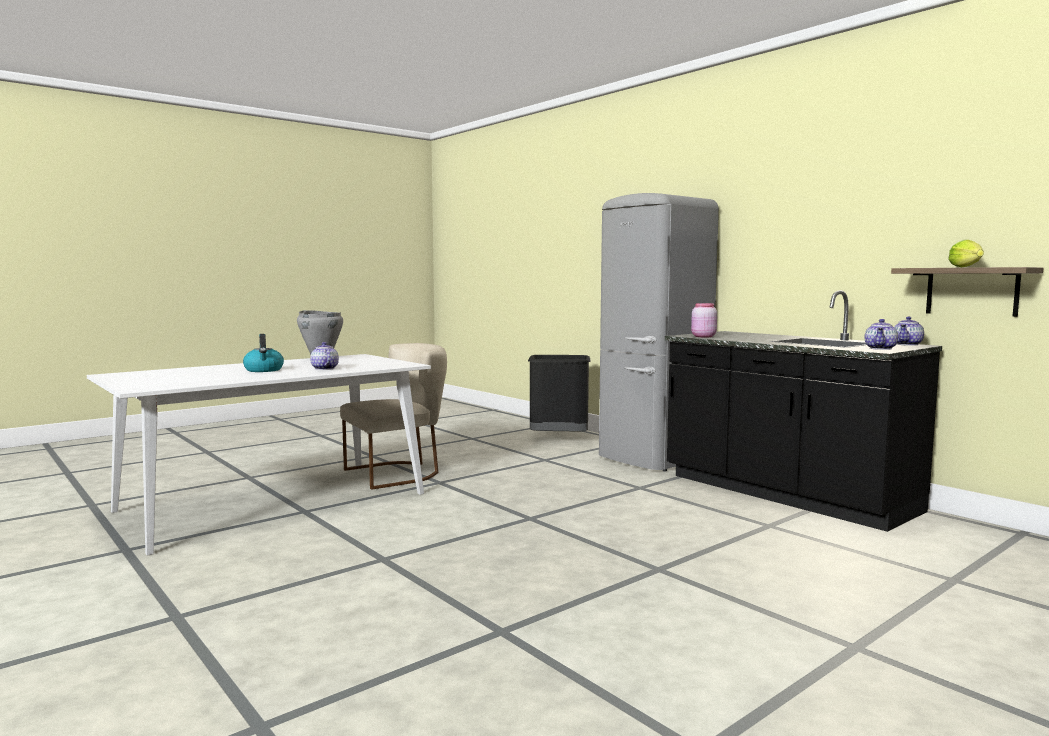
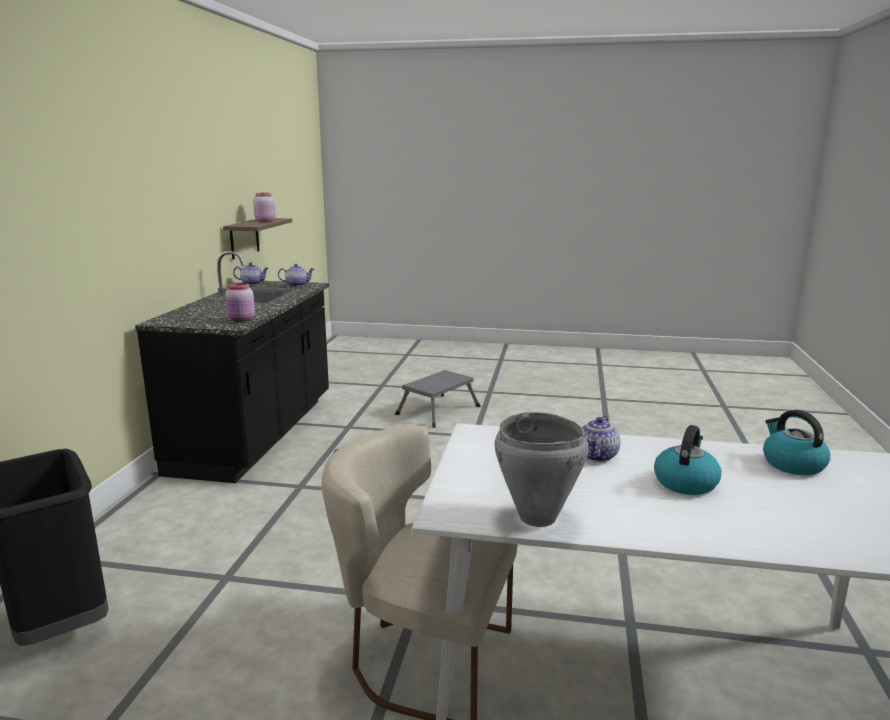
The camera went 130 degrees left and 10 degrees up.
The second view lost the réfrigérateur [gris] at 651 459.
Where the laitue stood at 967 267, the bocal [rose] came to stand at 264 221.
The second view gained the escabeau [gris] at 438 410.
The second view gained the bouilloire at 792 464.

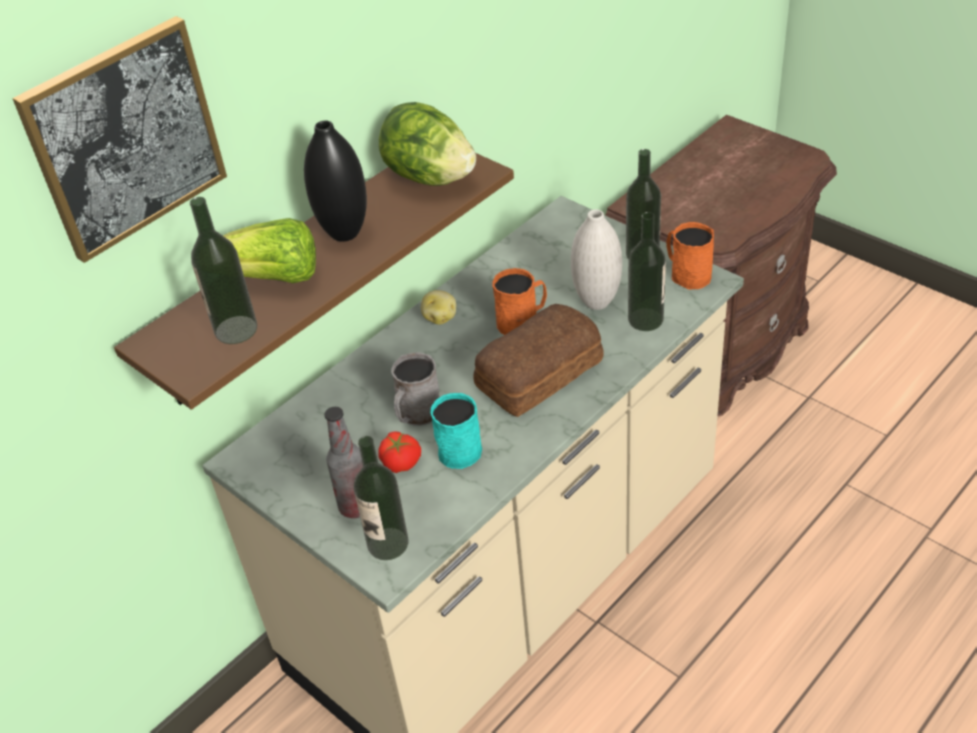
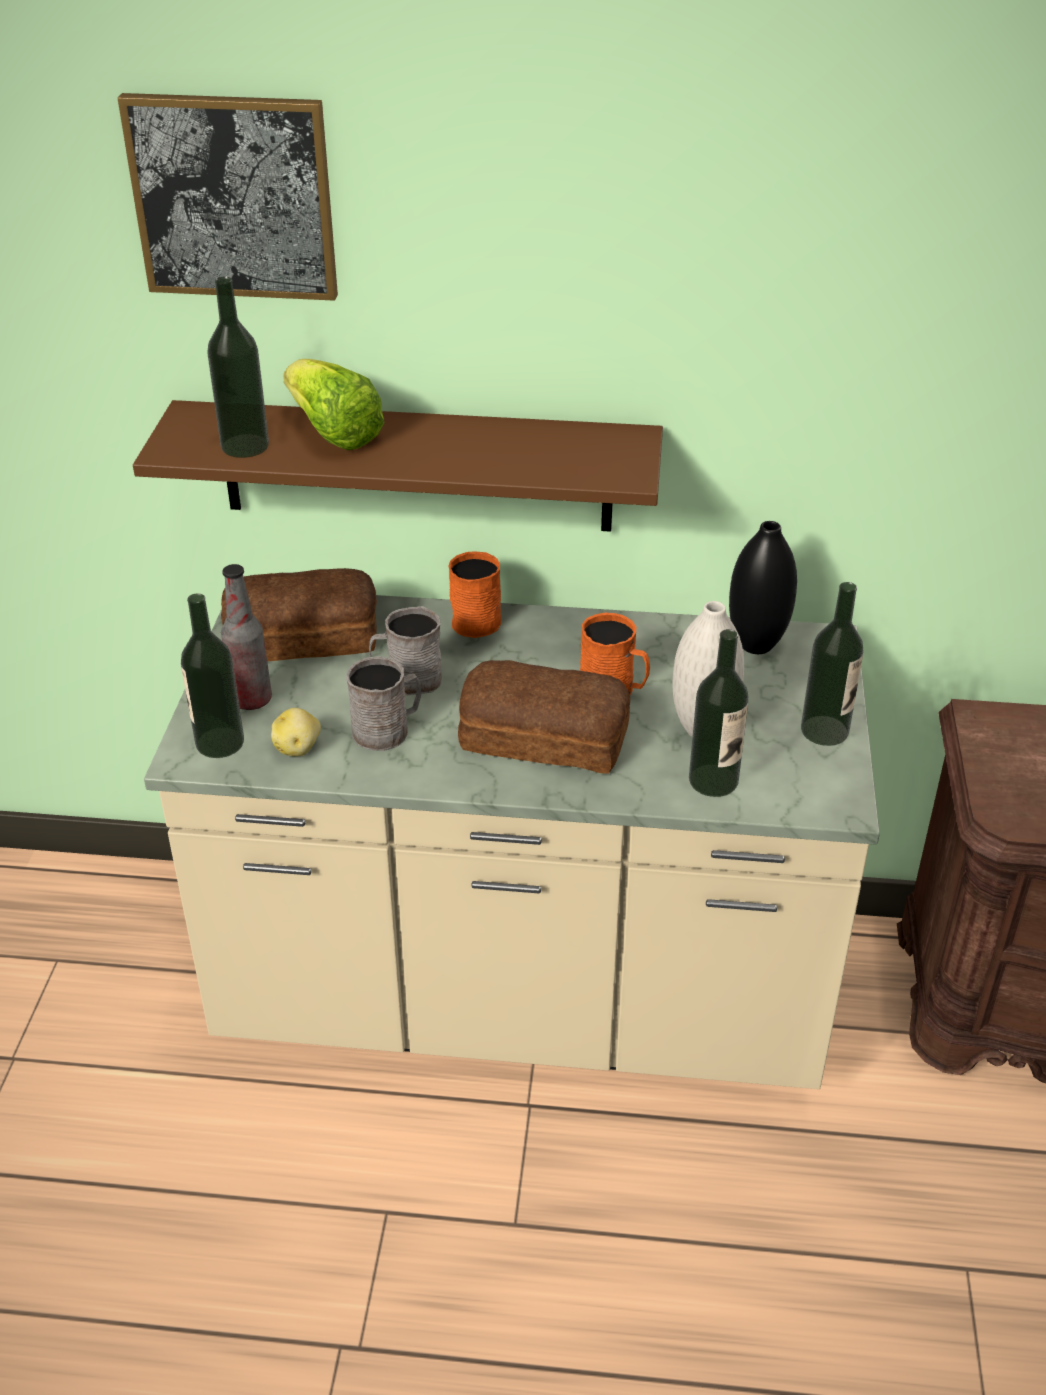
The camera went 50 degrees right and 5 degrees down.
The second view lost the laitue at 430 178.
The vase [noir] ended up elsewhere, having gone from 345 233 to 756 645.
The mug [orange] ended up elsewhere, having gone from 686 274 to 478 618.
The pomme de terre ended up elsewhere, having gone from 440 318 to 298 748.
What was the mug [turquoise] at 460 446 turned into the mug [gris] at 388 730.
The second view lost the tomate at 401 461.
The second view gained the pain at 305 638.

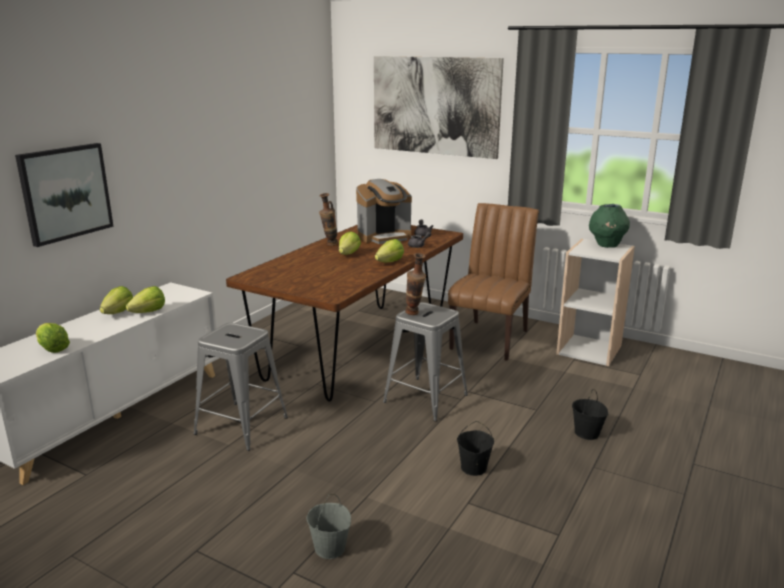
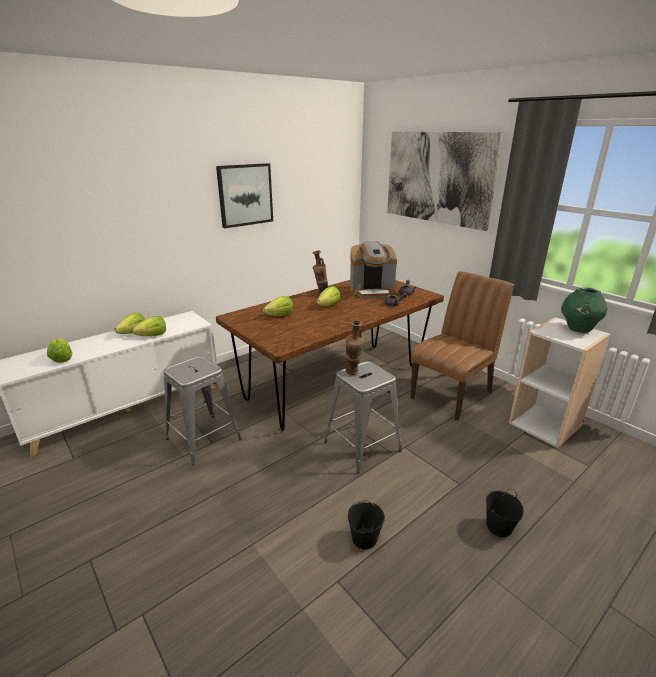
The camera went 20 degrees right and 5 degrees up.
The tableau ended up elsewhere, having gone from 65 193 to 245 195.
The laitue ended up elsewhere, having gone from 389 262 to 280 315.
The second view lost the seau [gris] at 330 548.

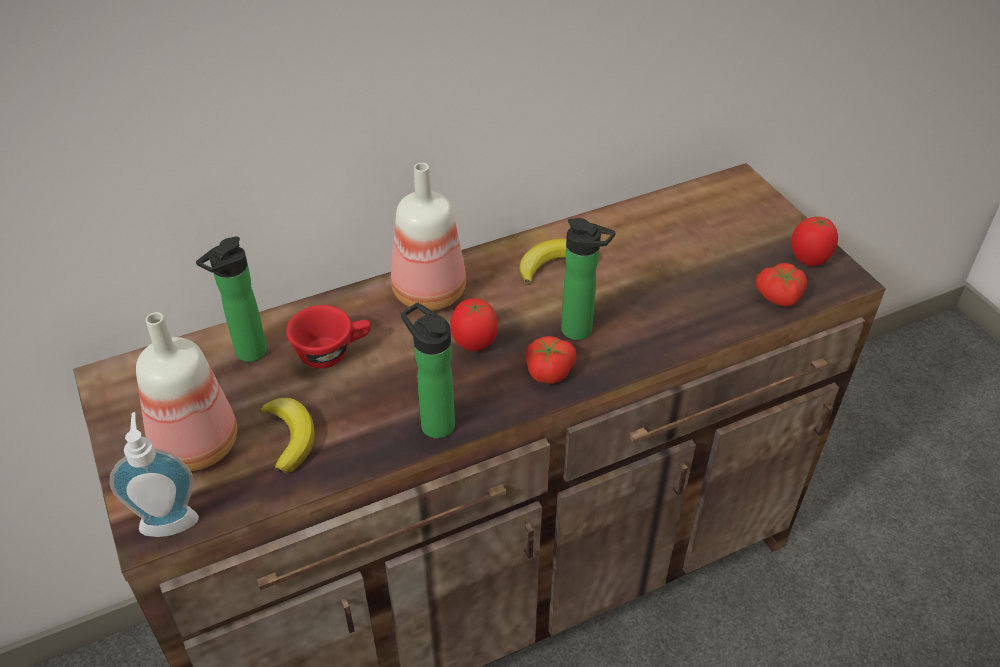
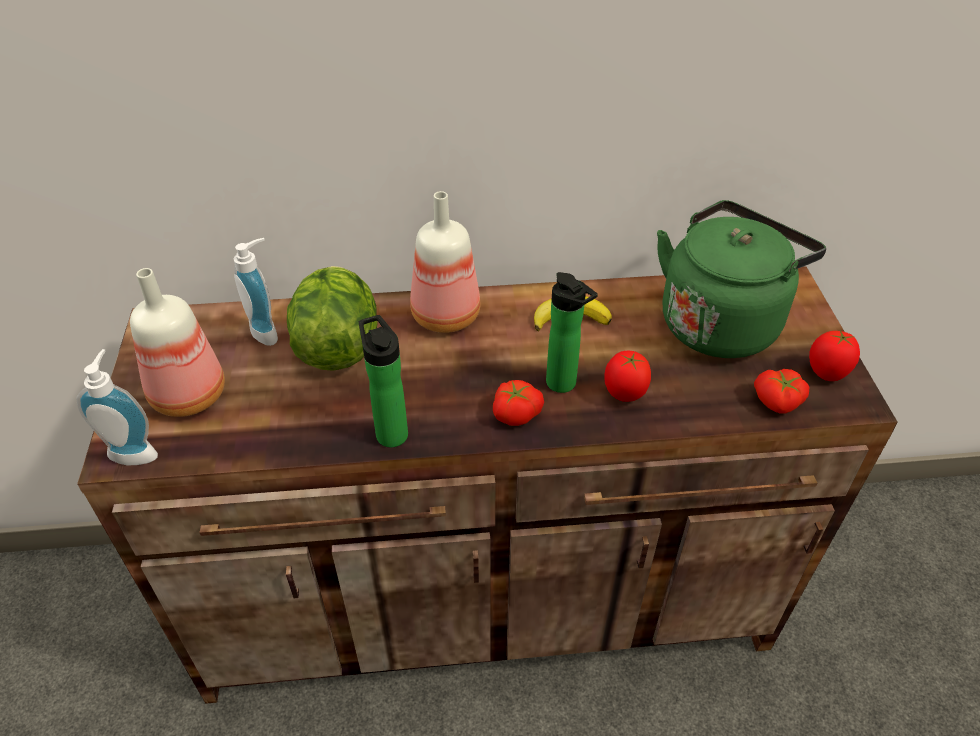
The camera went 20 degrees right and 0 degrees up.
Where the bouteille stood at 247 354, the distributeur de savon came to stand at 268 331.
The tomate ended up elsewhere, having gone from 474 344 to 624 395.
Where the tasse [rouge] stood at 333 352, the laitue came to stand at 338 347.
The second view lost the banane at 289 436.
The second view gained the bouilloire [vert] at 721 322.

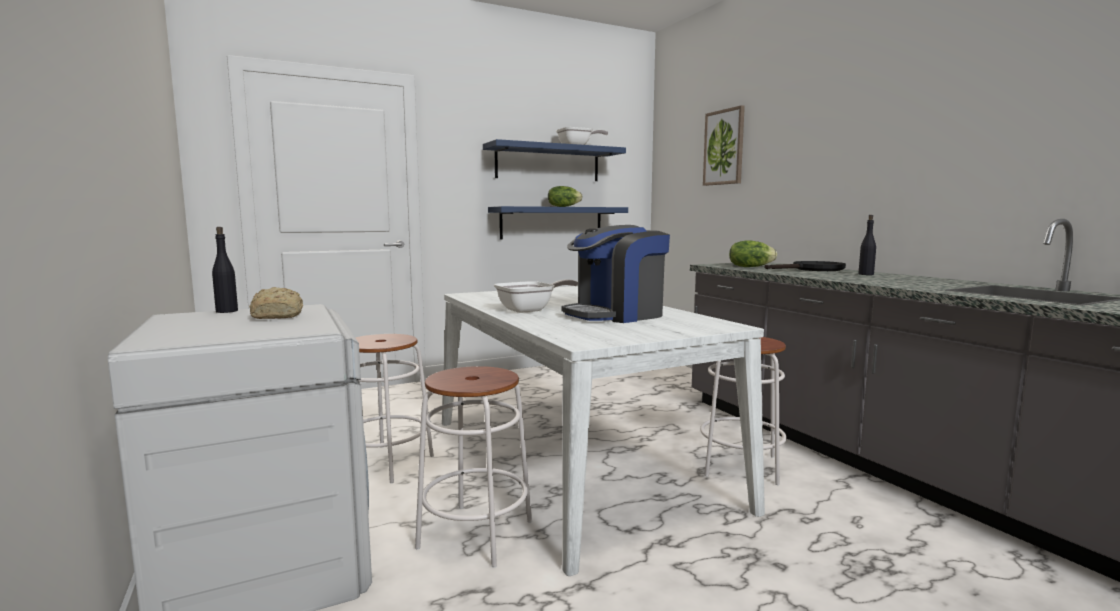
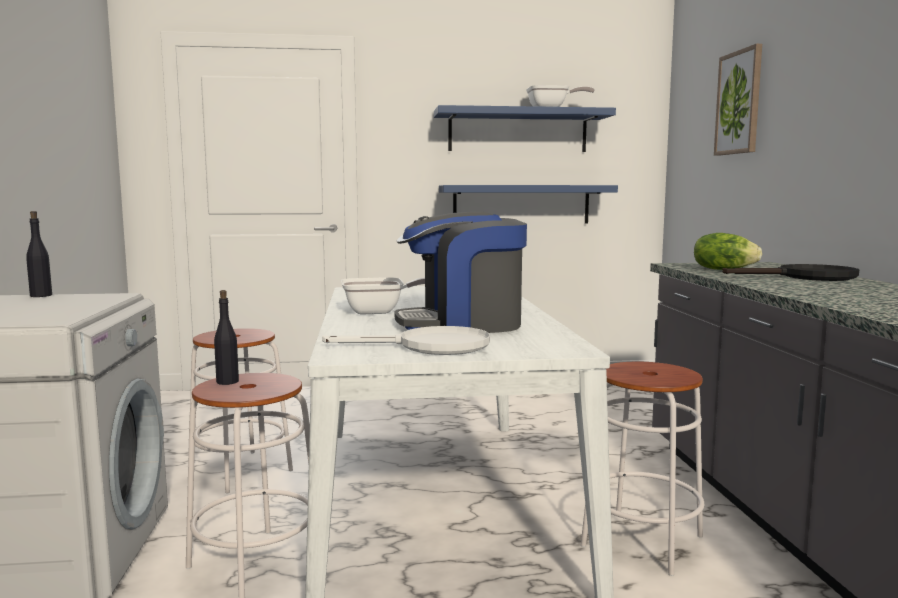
The camera went 20 degrees right and 0 degrees up.
The second view lost the laitue at 563 206.
The bouteille [noir] ended up elsewhere, having gone from 866 274 to 228 382.
The second view lost the pain at 278 316.
The second view gained the poêle [blanc] at 430 346.

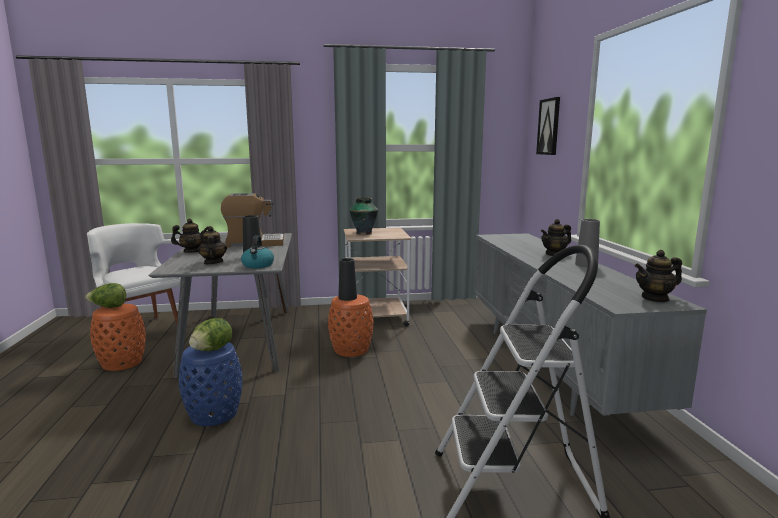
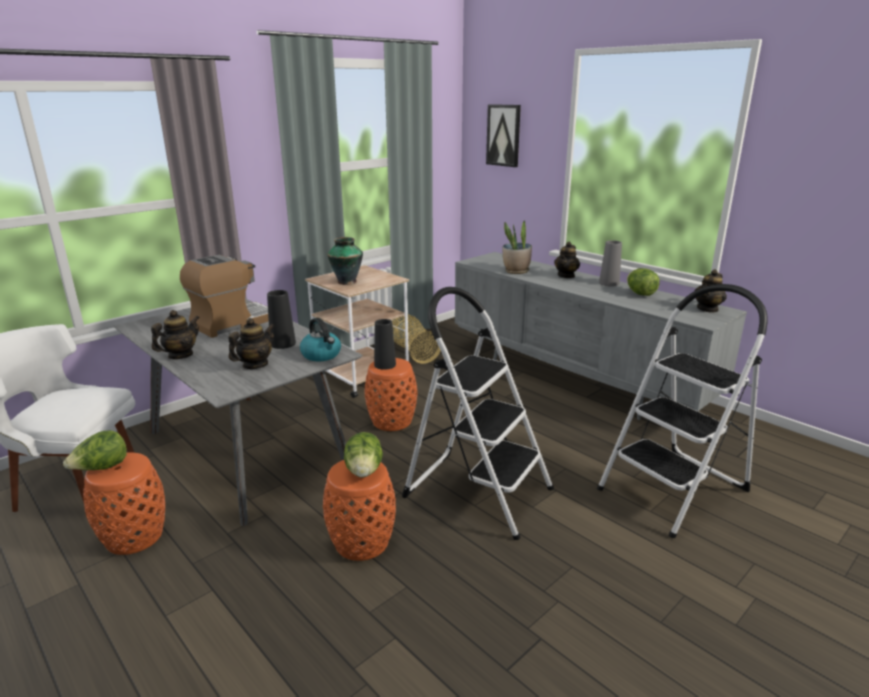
The camera went 35 degrees left and 10 degrees up.
The théière at 213 262 ended up facing another way, 90 degrees clockwise from before.
What was the tabouret [bleu] at 214 414 turned into the tabouret [orange] at 361 542.
The second view gained the plante en pot at 516 271.
The second view gained the laitue at 640 294.
The second view gained the escabeau at 475 491.
The second view gained the panier at 413 351.

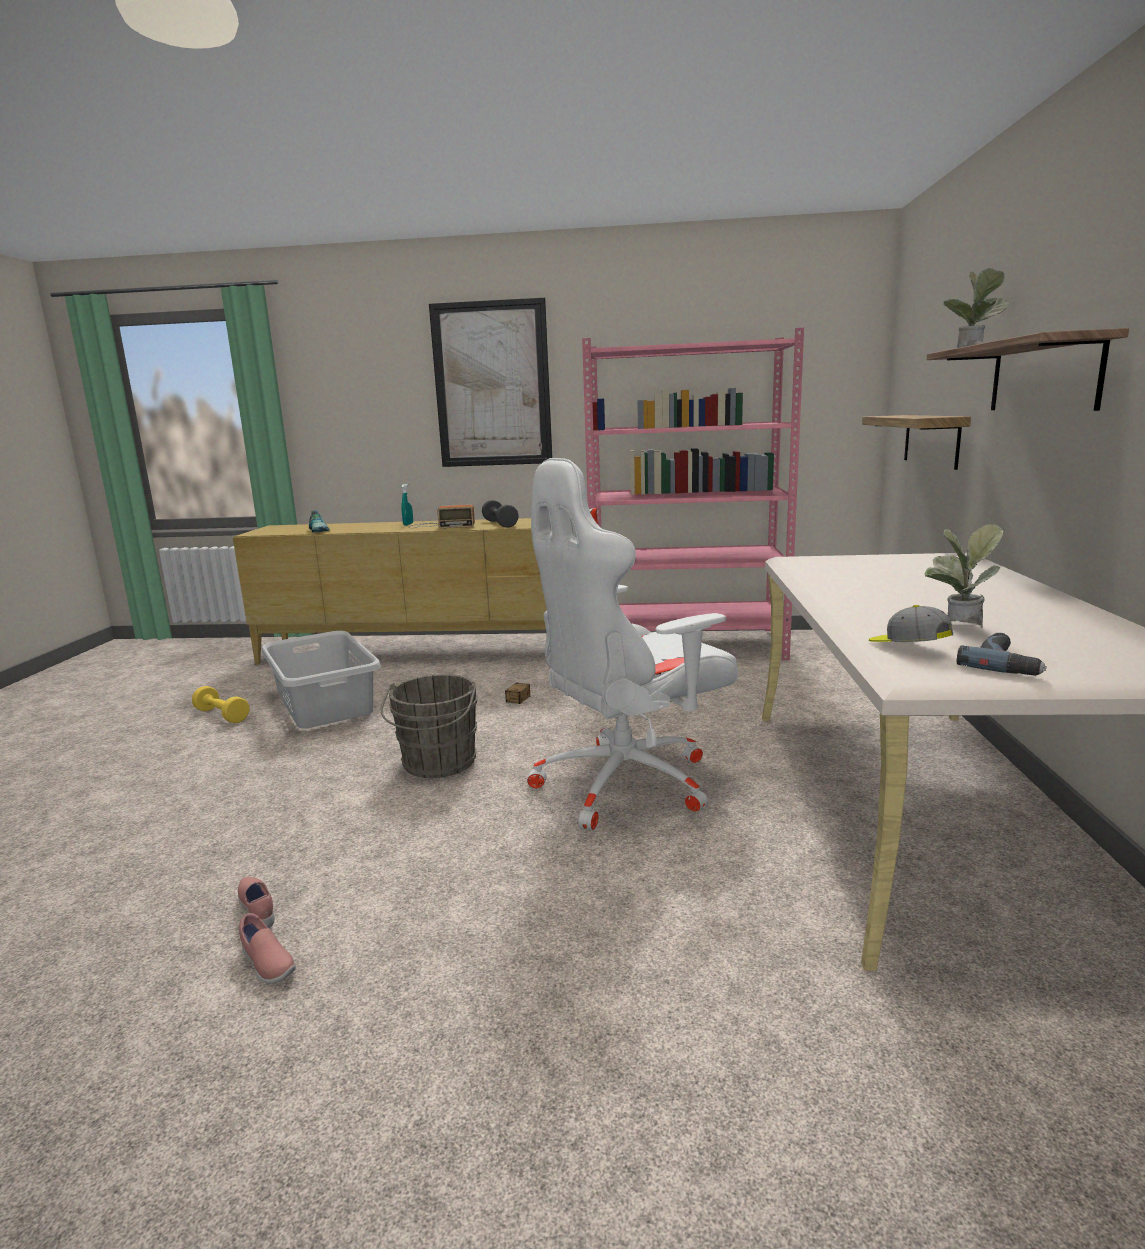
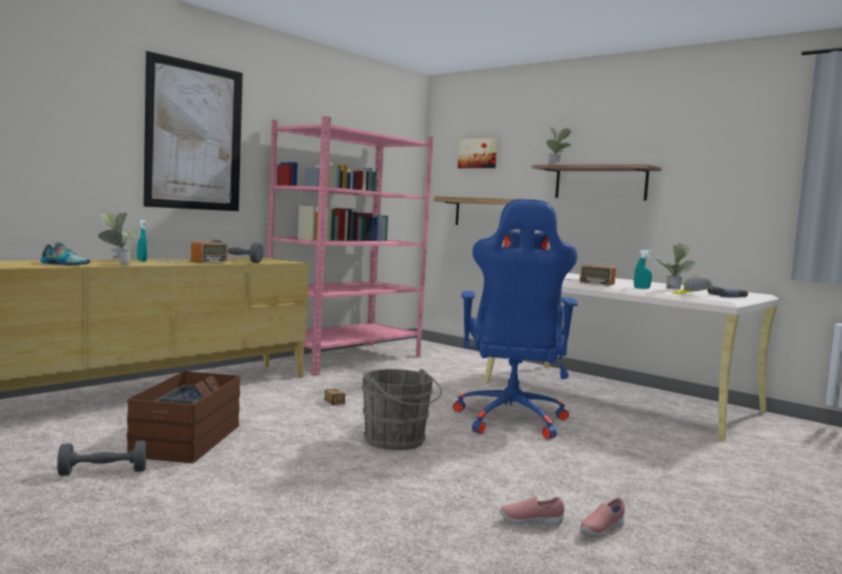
The camera went 55 degrees left and 10 degrees down.
What was the chaise de bureau [blanc] at 635 780 turned into the chaise de bureau [bleu] at 510 417.
Where the panier à linge [gris] stood at 325 703, the boîte de rangement [marron] came to stand at 186 439.
What was the haltère [jaune] at 222 715 turned into the haltère [gris] at 103 472.
The chaussure [rose] at 267 964 ended up facing another way, 150 degrees clockwise from before.
The second view gained the tableau at 478 153.
The second view gained the plante en pot at 117 263.
The second view gained the vaporisateur [turquoise] at 641 288.
The second view gained the radio at 584 282.

